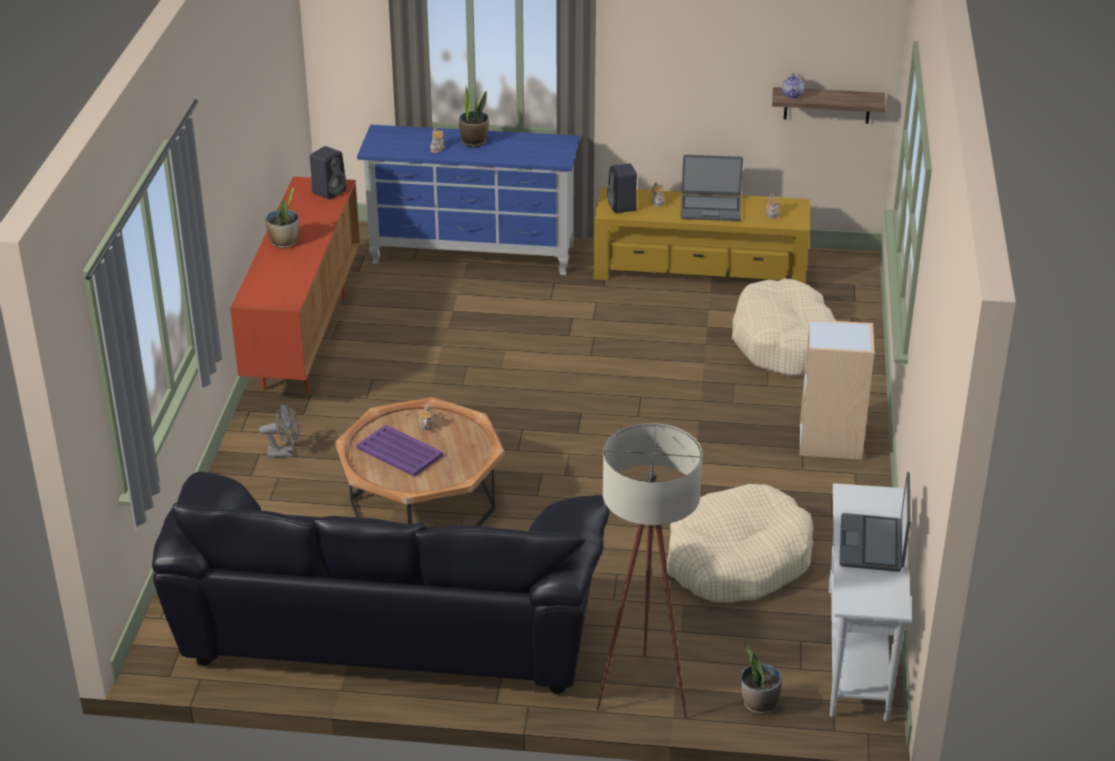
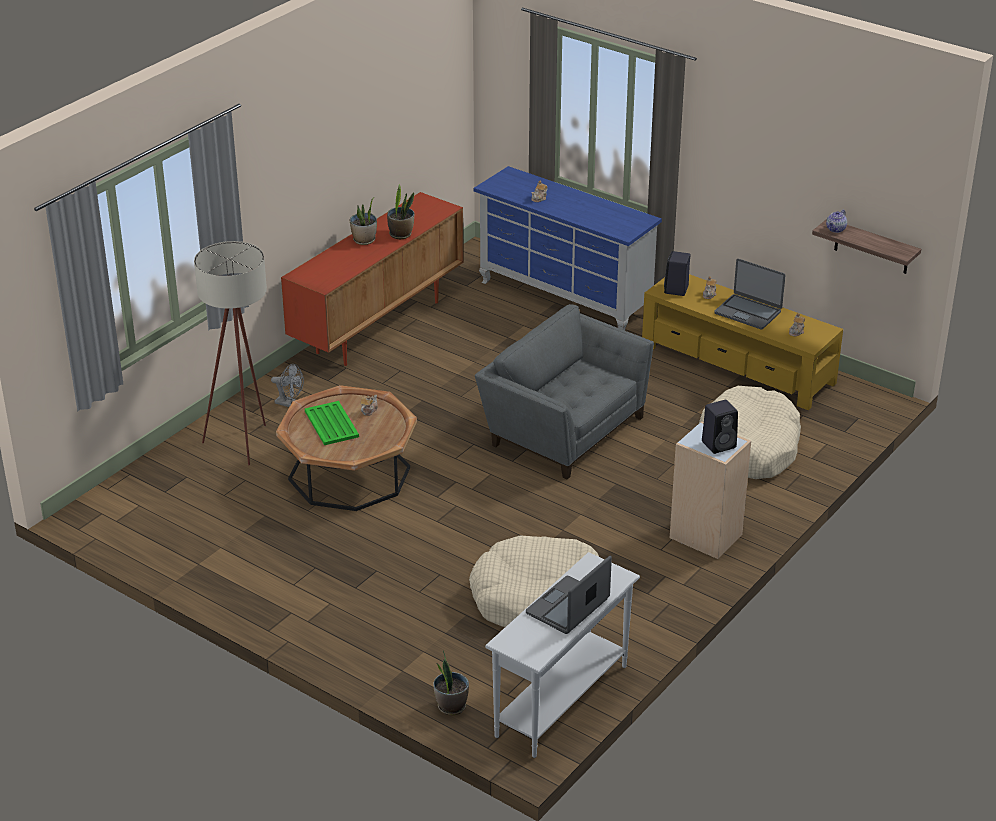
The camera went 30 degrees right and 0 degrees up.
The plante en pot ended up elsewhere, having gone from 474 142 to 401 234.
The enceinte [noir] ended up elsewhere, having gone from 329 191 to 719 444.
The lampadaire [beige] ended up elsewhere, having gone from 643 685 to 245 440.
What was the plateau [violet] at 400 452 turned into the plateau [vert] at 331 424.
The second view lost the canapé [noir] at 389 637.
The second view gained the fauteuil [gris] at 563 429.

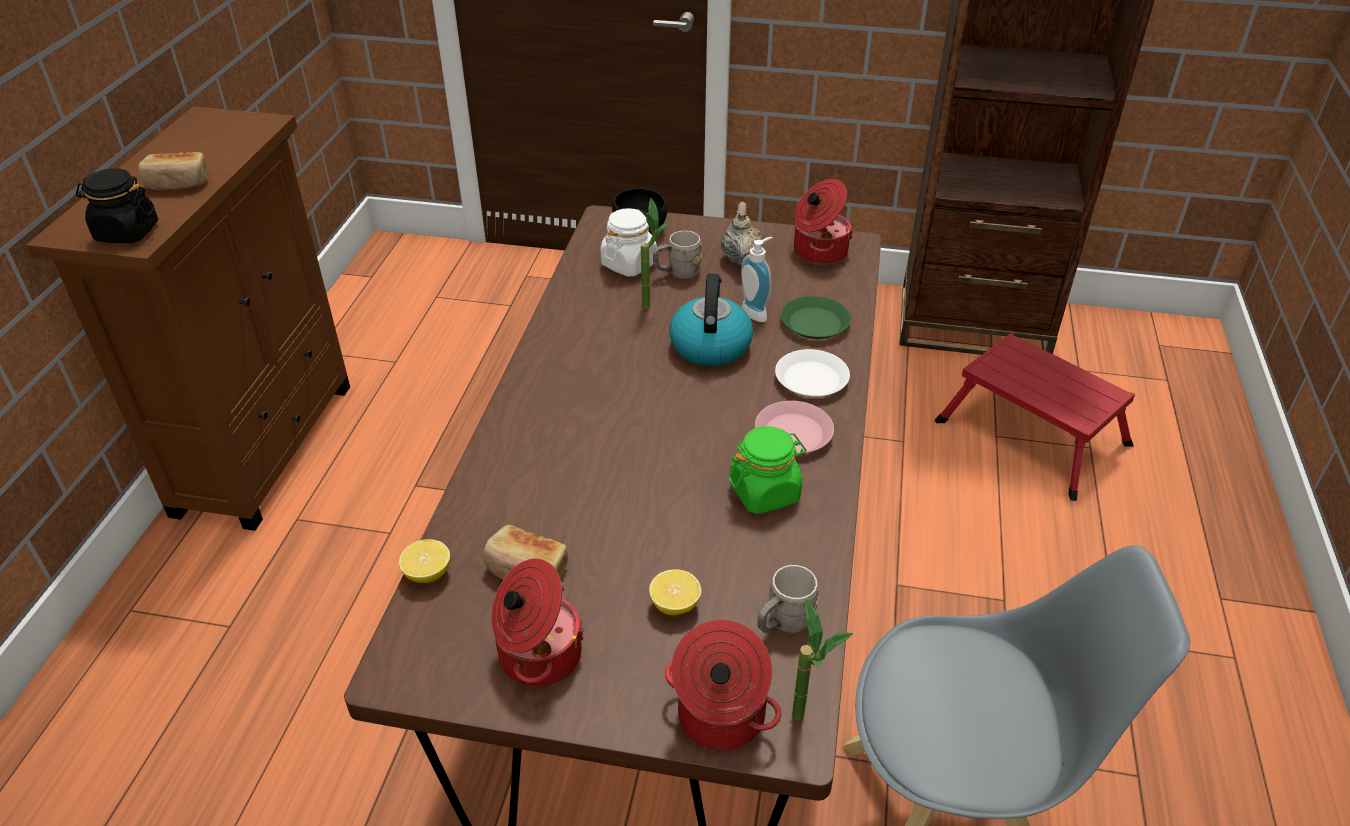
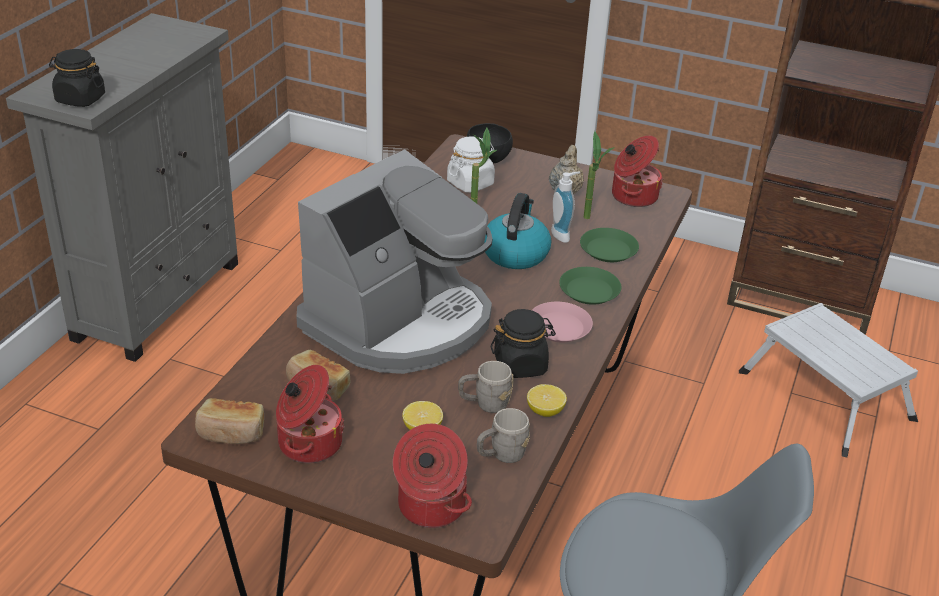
The camera went 10 degrees right and 5 degrees down.
What was the meuble de rangement [marron] at 264 445 turned into the meuble de rangement [gris] at 157 298.
The pain ended up elsewhere, having gone from 178 183 to 231 433.
The mug [gris] ended up elsewhere, having gone from 677 273 to 484 404.
What was the escabeau [rouge] at 1031 432 turned into the escabeau [blanc] at 825 395.
What was the assiette [blanc] at 812 379 turned into the assiette [vert] at 590 291.
What was the bocal [vert] at 765 492 turned into the bocal [noir] at 520 365.
The citron ended up elsewhere, having gone from 428 574 to 545 411.
The plante en pot ended up elsewhere, having gone from 808 723 to 591 220.
The second view gained the machine à café at 400 322.

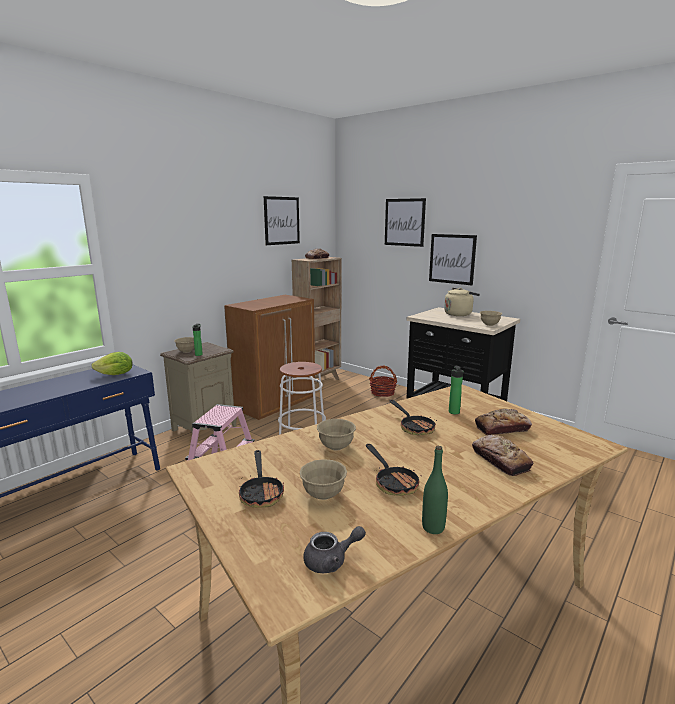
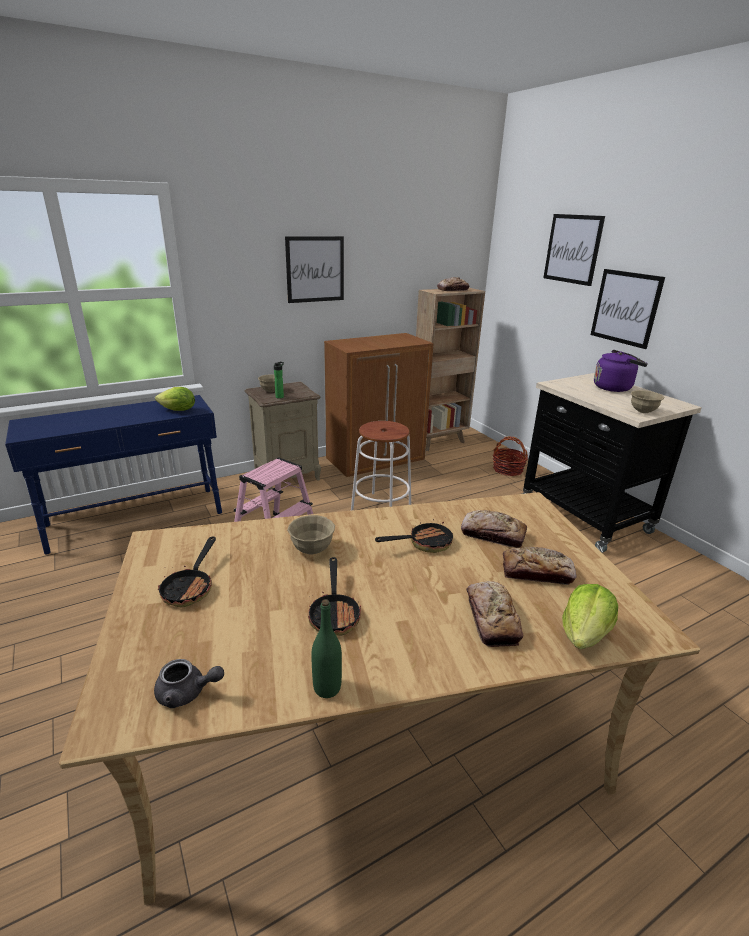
The camera went 20 degrees right and 10 degrees up.
The tableau ended up elsewhere, having gone from 281 220 to 315 269.
What was the bouilloire [beige] at 459 314 turned into the bouilloire [violet] at 614 388.
Where the bouteille stood at 454 413, the pain came to stand at 492 534.
The poêle at 414 427 ended up facing another way, 105 degrees counterclockwise from before.
The second view lost the bol [beige] at 323 495.
The second view gained the laitue at 585 634.

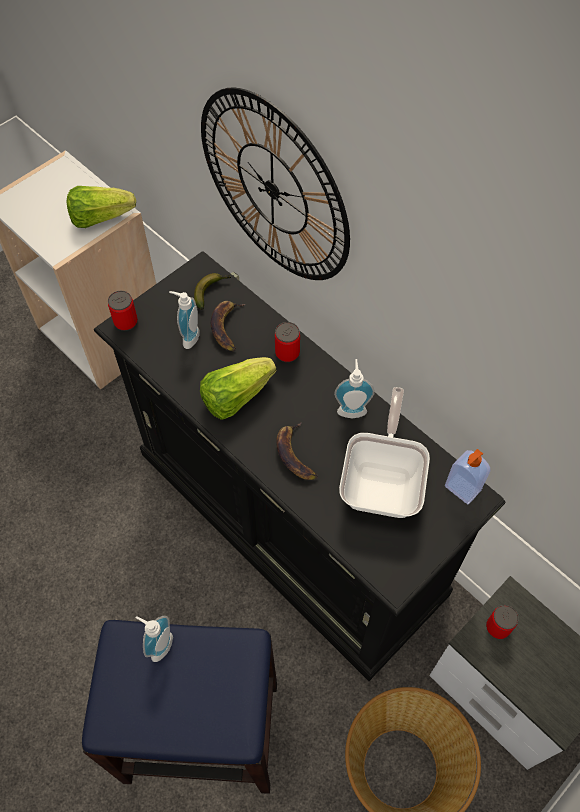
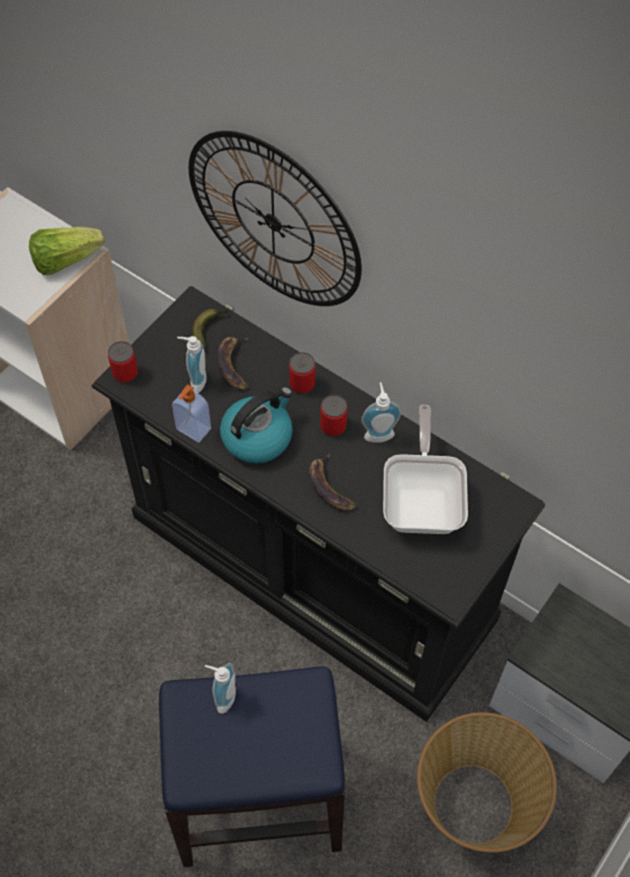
The camera went 10 degrees left and 0 degrees up.
Where the laitue stood at 236 397, the bouilloire came to stand at 257 436.
The distributeur de savon ended up elsewhere, having gone from 461 489 to 193 430.
The boîte métallique ended up elsewhere, having gone from 498 627 to 333 426.

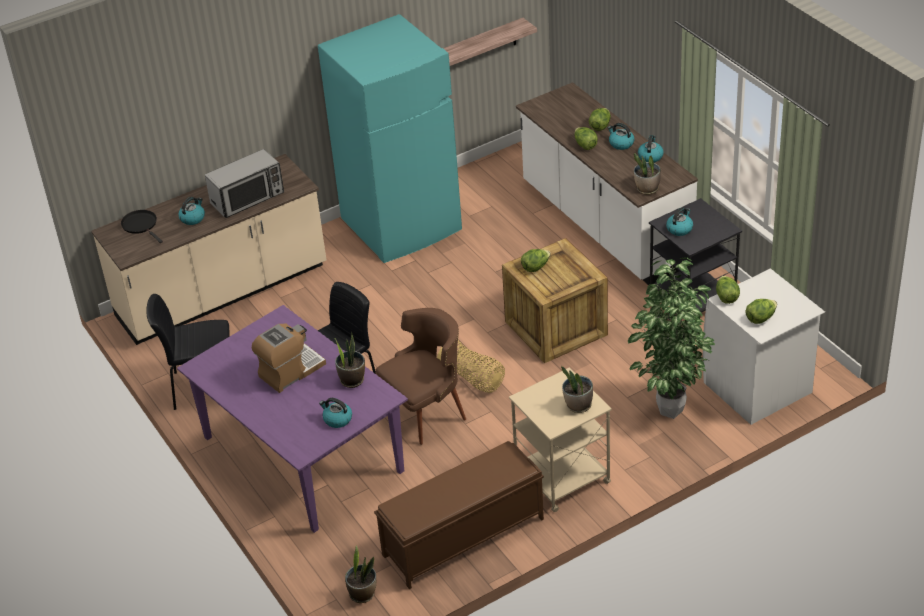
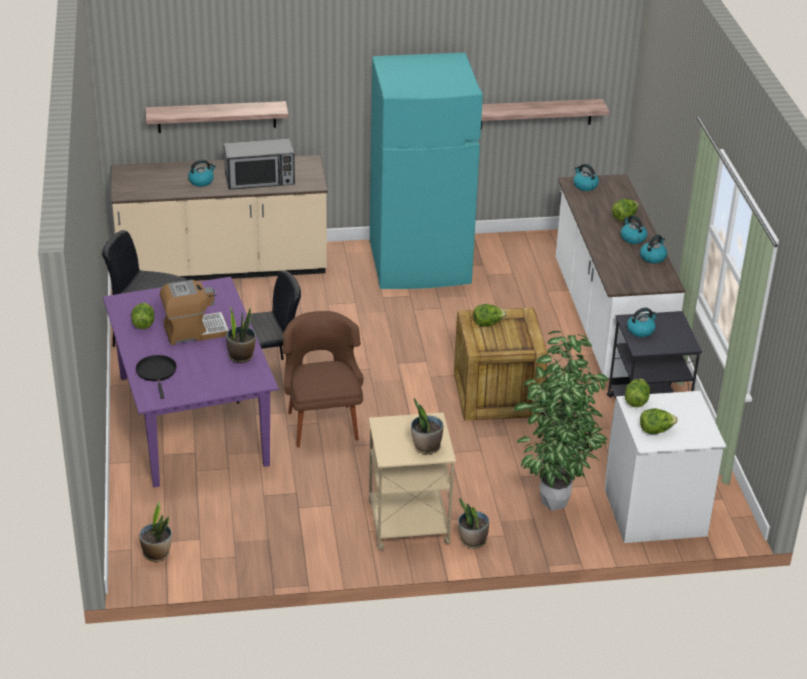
The camera went 20 degrees right and 5 degrees down.
The laitue ended up elsewhere, having gone from 585 145 to 143 324.
The plante en pot ended up elsewhere, having gone from 647 189 to 472 541.
The poêle [noir] ended up elsewhere, having gone from 141 225 to 157 373.
The chaise [marron] at 425 416 ended up facing another way, 90 degrees counterclockwise from before.
The second view lost the panier at 473 379.
The bouilloire ended up elsewhere, having gone from 337 419 to 585 185.
The second view lost the banc [marron] at 462 537.
The second view gained the étagère at 216 117.

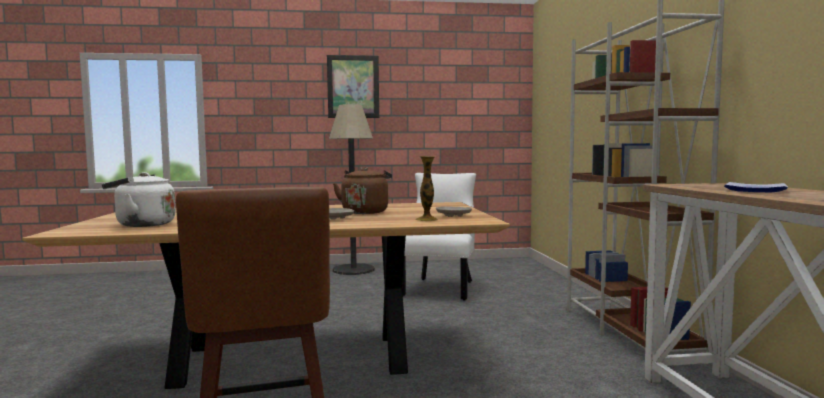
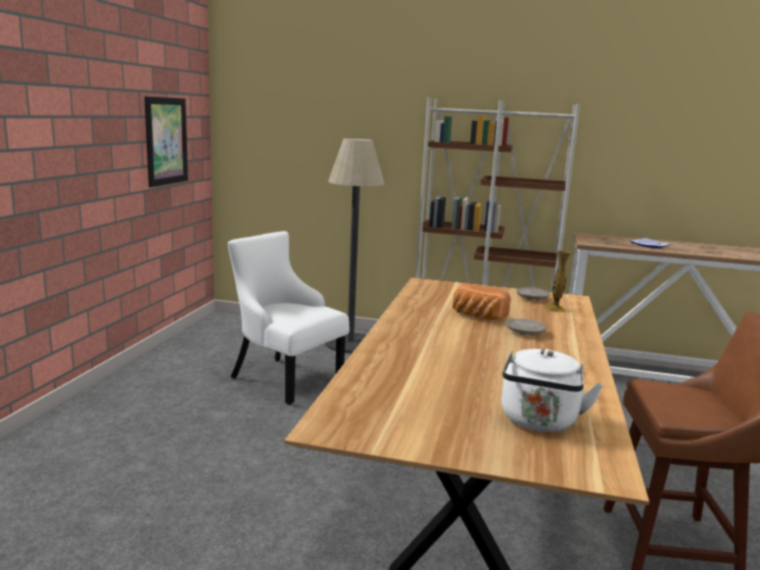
The camera went 70 degrees left and 10 degrees up.
The tableau ended up elsewhere, having gone from 353 86 to 166 141.
The lampadaire ended up elsewhere, having gone from 353 270 to 350 343.
Where the bouilloire [marron] stood at 365 212, the pain came to stand at 477 316.

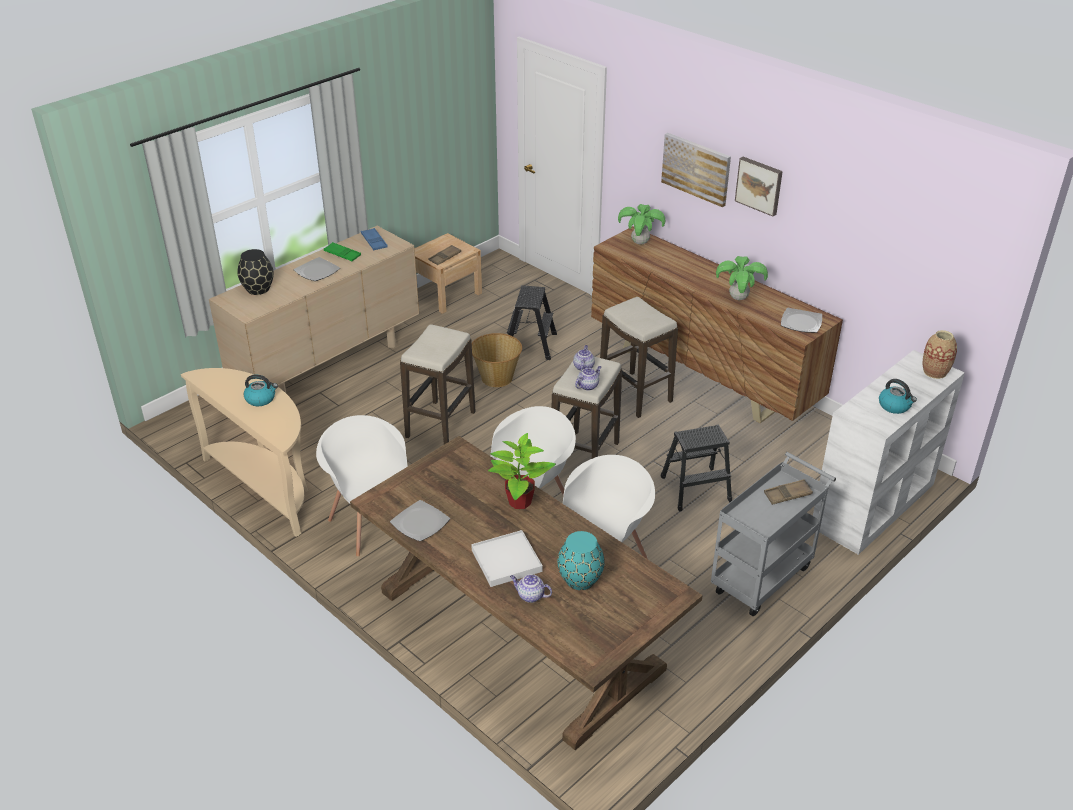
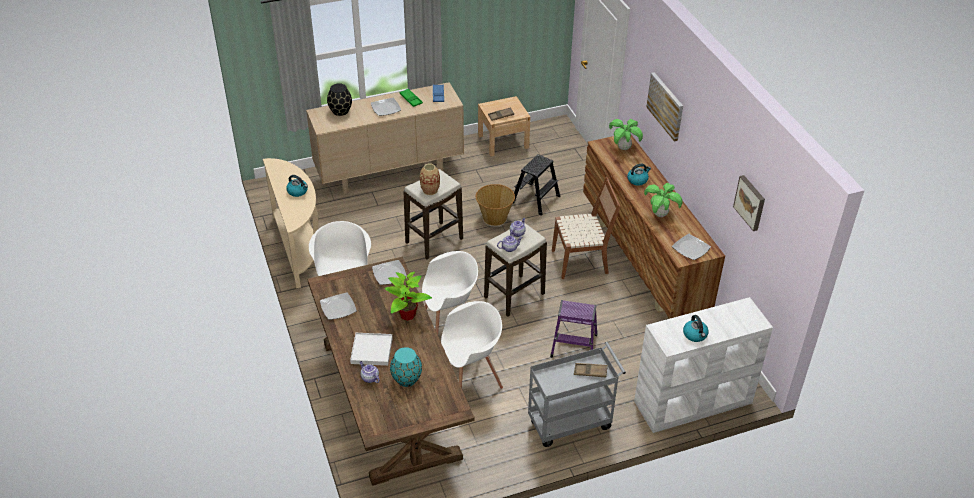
The camera went 25 degrees right and 5 degrees up.
The tableau ended up elsewhere, having gone from 759 185 to 750 202.
Where the tabouret stood at 635 395, the chaise came to stand at 582 261.
The vase ended up elsewhere, having gone from 934 372 to 430 190.
What was the escabeau [noir] at 696 488 turned into the escabeau [violet] at 574 345.
The second view gained the bouilloire at 637 180.
The second view gained the assiette at 389 274.

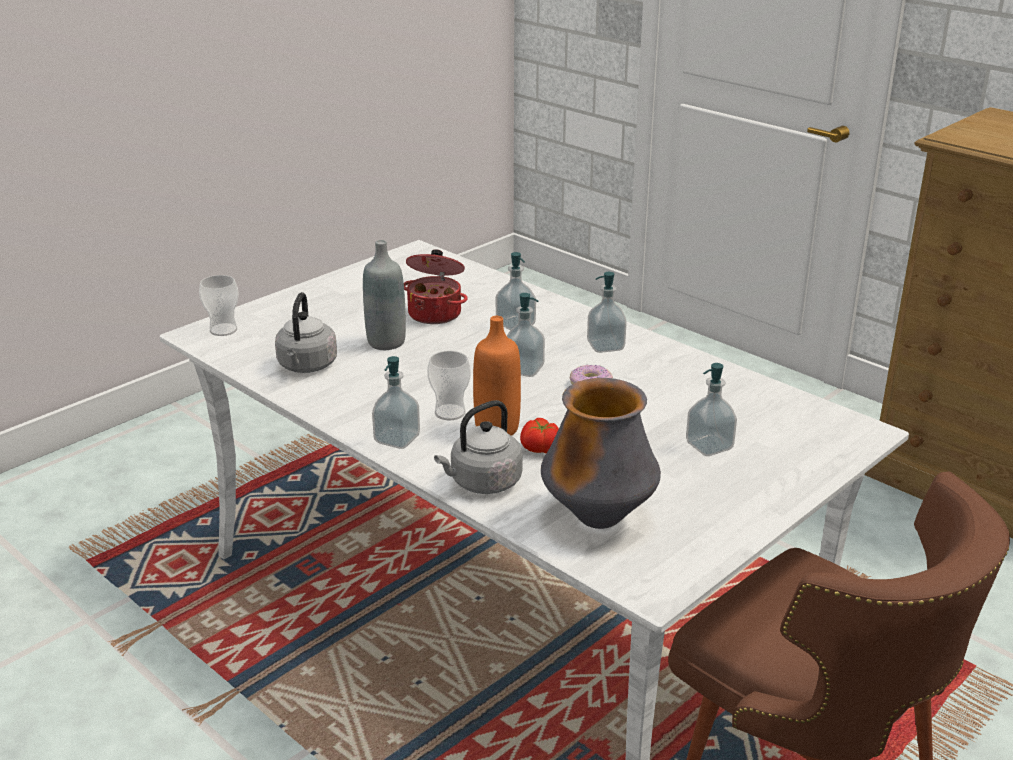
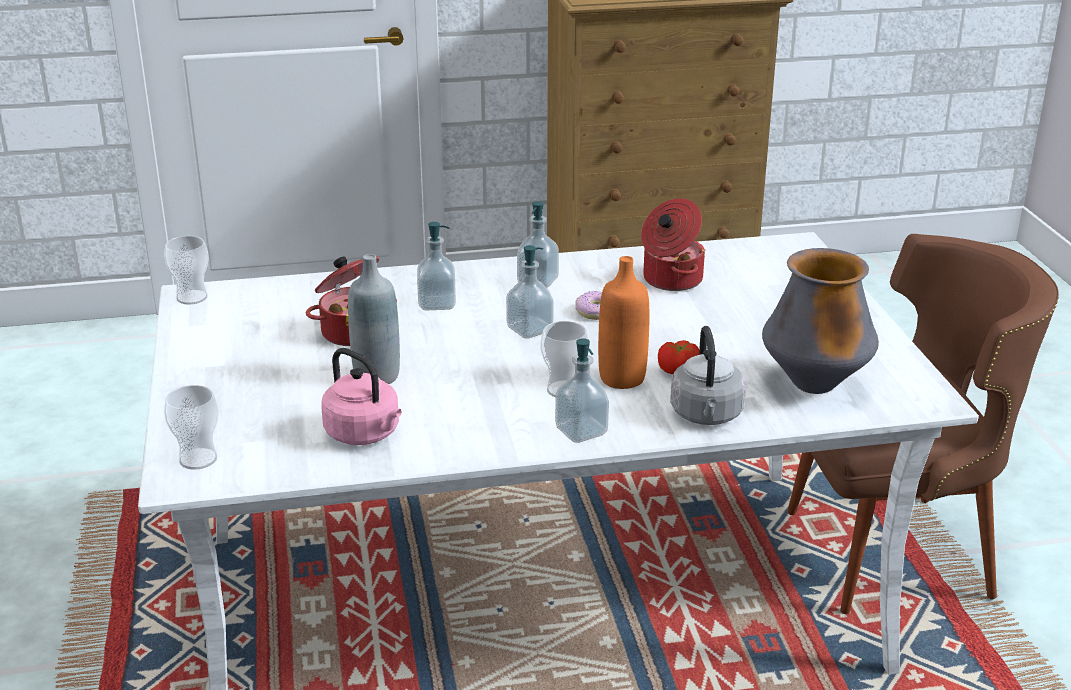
The camera went 55 degrees left and 0 degrees up.
What was the bouilloire [gris] at 306 366 turned into the bouilloire [rose] at 365 434.
The second view lost the distributeur de savon at 709 446.
The second view gained the marmite at 670 280.
The second view gained the tasse at 192 297.

